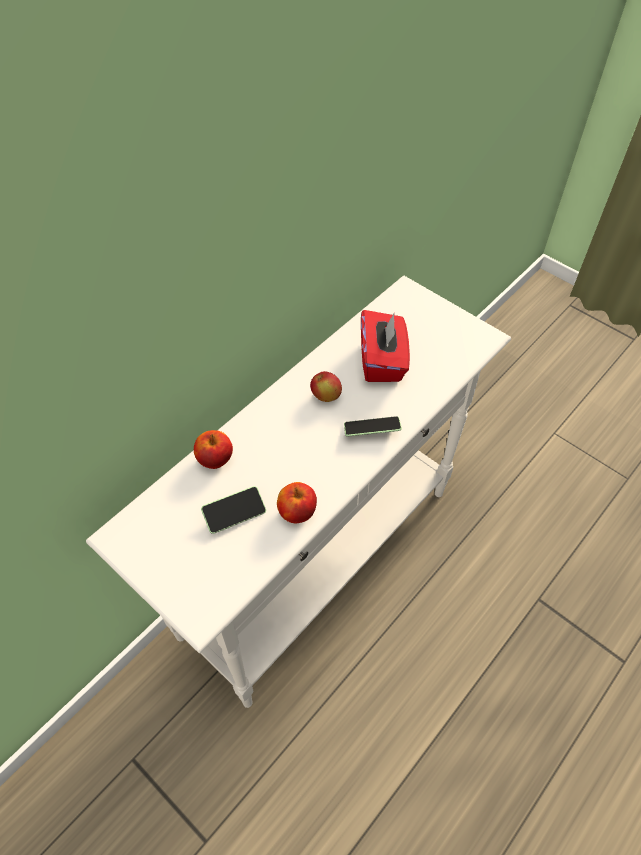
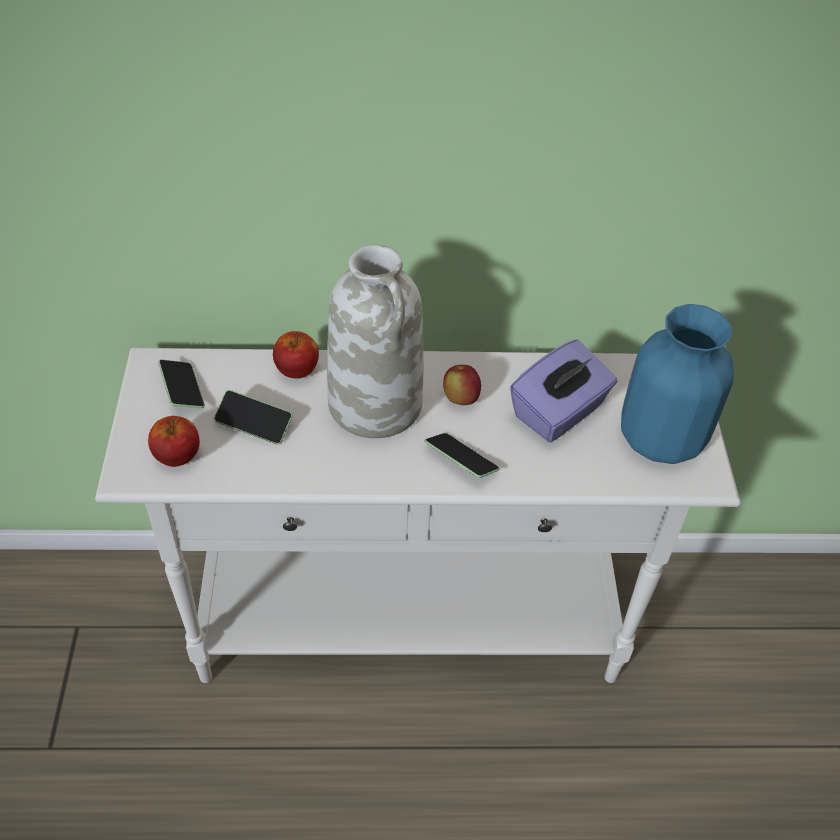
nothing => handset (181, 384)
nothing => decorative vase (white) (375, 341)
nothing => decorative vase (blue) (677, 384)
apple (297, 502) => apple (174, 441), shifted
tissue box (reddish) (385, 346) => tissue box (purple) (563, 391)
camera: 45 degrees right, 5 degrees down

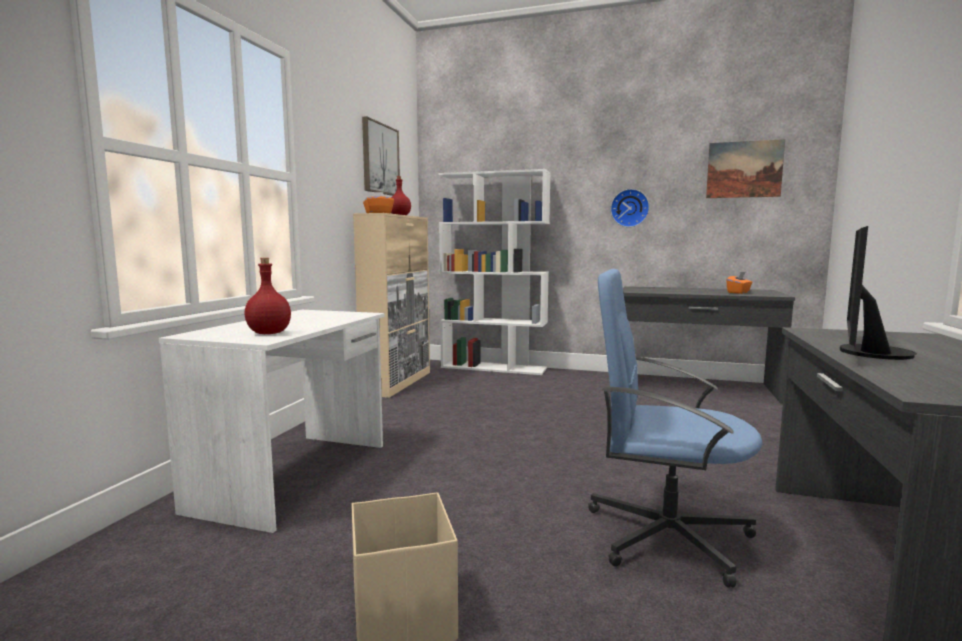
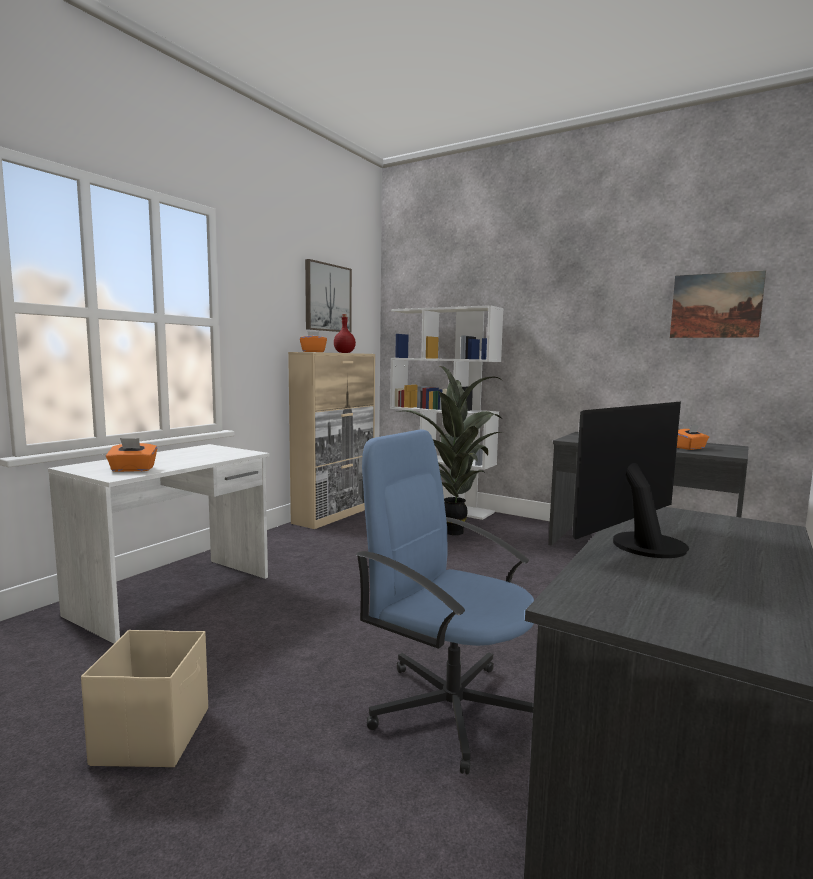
wall clock (630, 208) => nothing
nothing => houseplant (451, 450)
bottle (reddish) (267, 296) => tissue box (orange) (131, 455)
camera: 15 degrees right, 0 degrees up

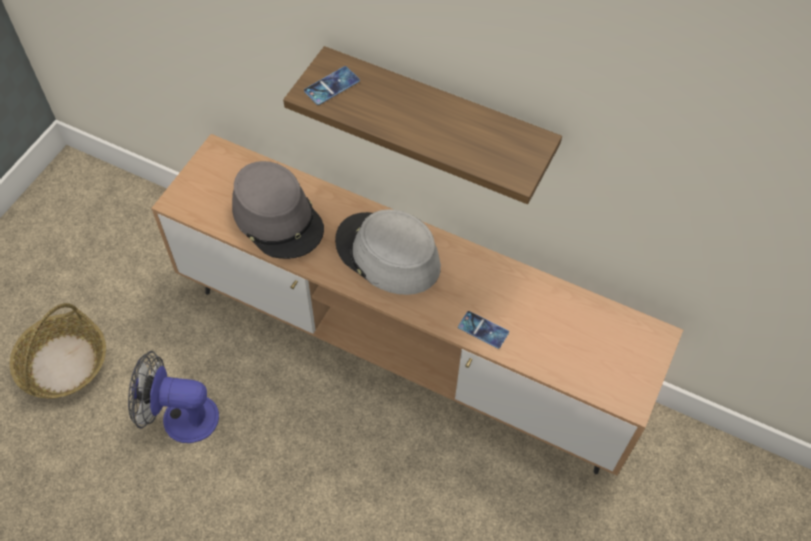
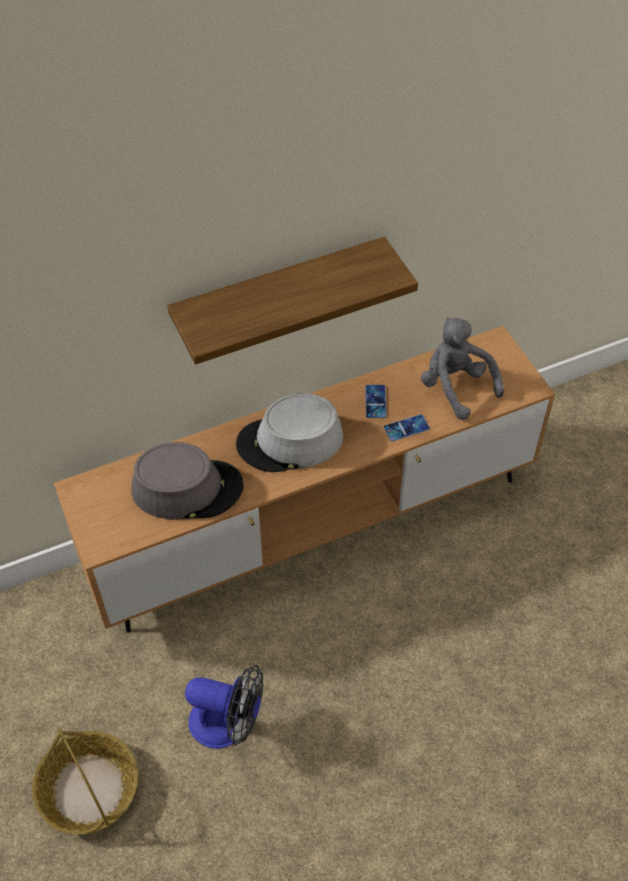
nothing => plush toy (greyish) (462, 368)
handset (332, 85) => handset (375, 401), shifted
fan (173, 397) => fan (224, 707), 120 degrees counterclockwise
camera: 50 degrees left, 5 degrees down

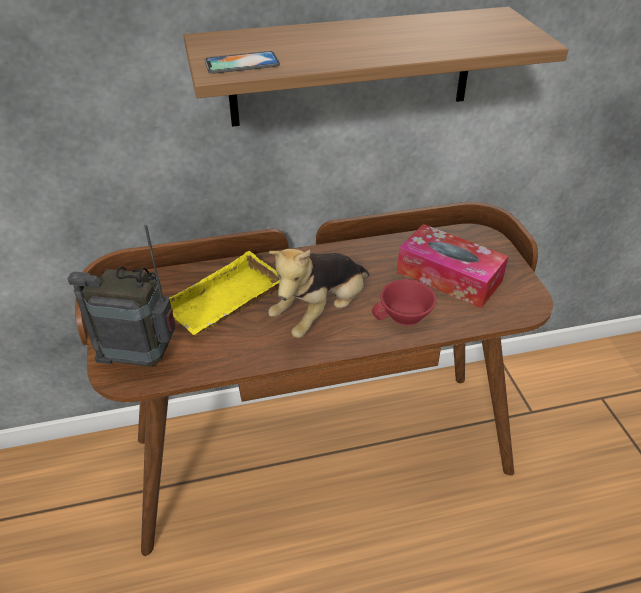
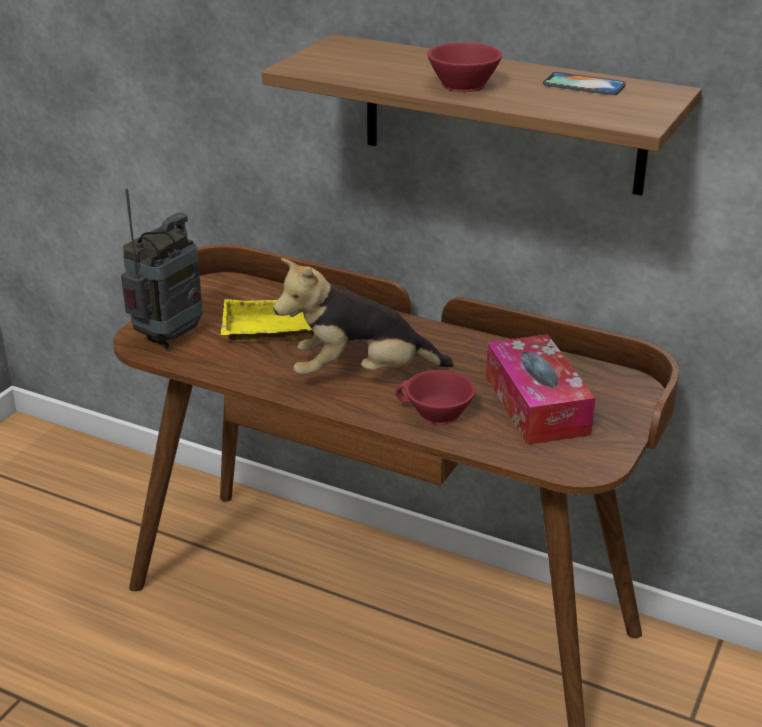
nothing => small cup (reddish) (464, 67)
handset (242, 62) => handset (584, 83), shifted
radio set (121, 296) => radio set (162, 268), 75 degrees clockwise
camera: 40 degrees right, 10 degrees down

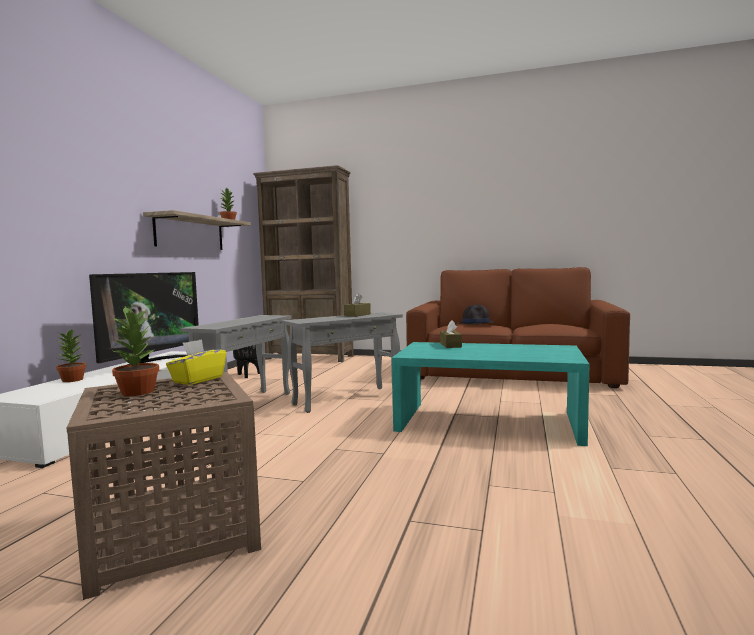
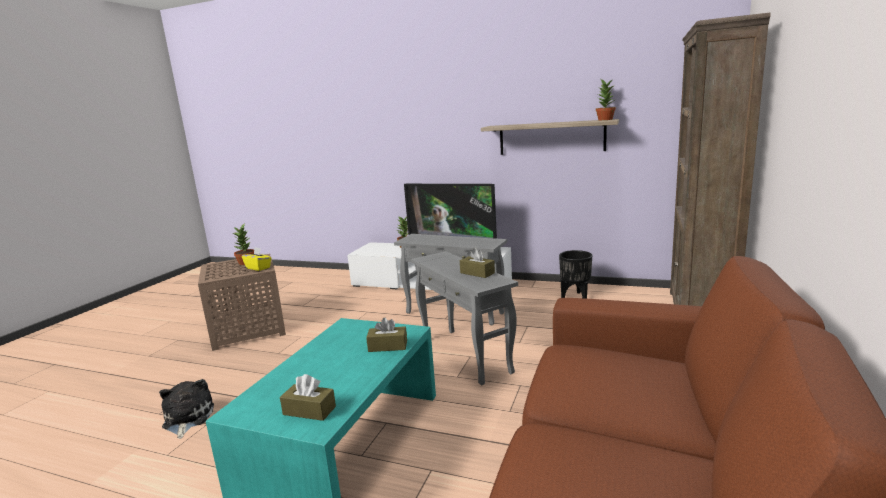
clothing hat (blackish) (476, 314) => nothing
nothing => plush toy (186, 409)
nothing => tissue box (brown) (308, 397)
camera: 95 degrees right, 10 degrees up

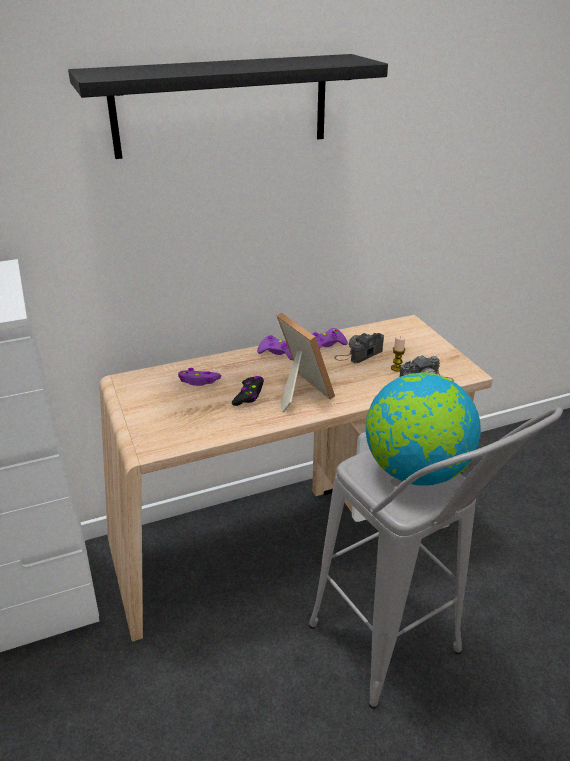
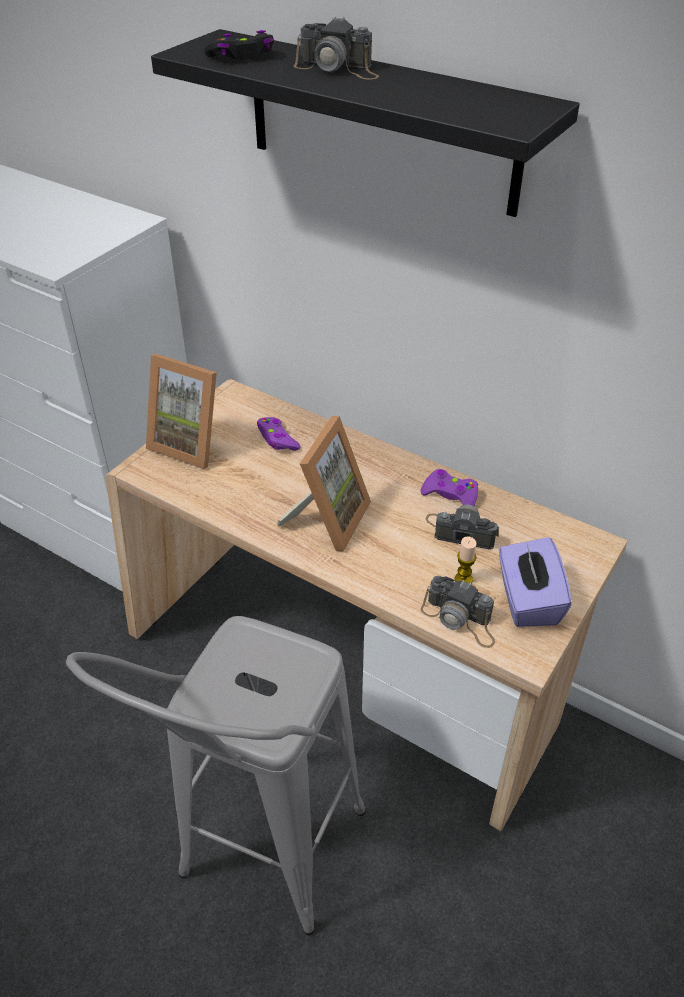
joypad (purple) (275, 347) => nothing
desk globe (423, 429) => nothing
nothing => photo frame (181, 411)
nothing => photo camera (336, 47)
nothing => tissue box (purple) (535, 582)
joypad (blackish) (248, 391) => joypad (blackish) (239, 45), shifted
camera: 55 degrees right, 10 degrees up

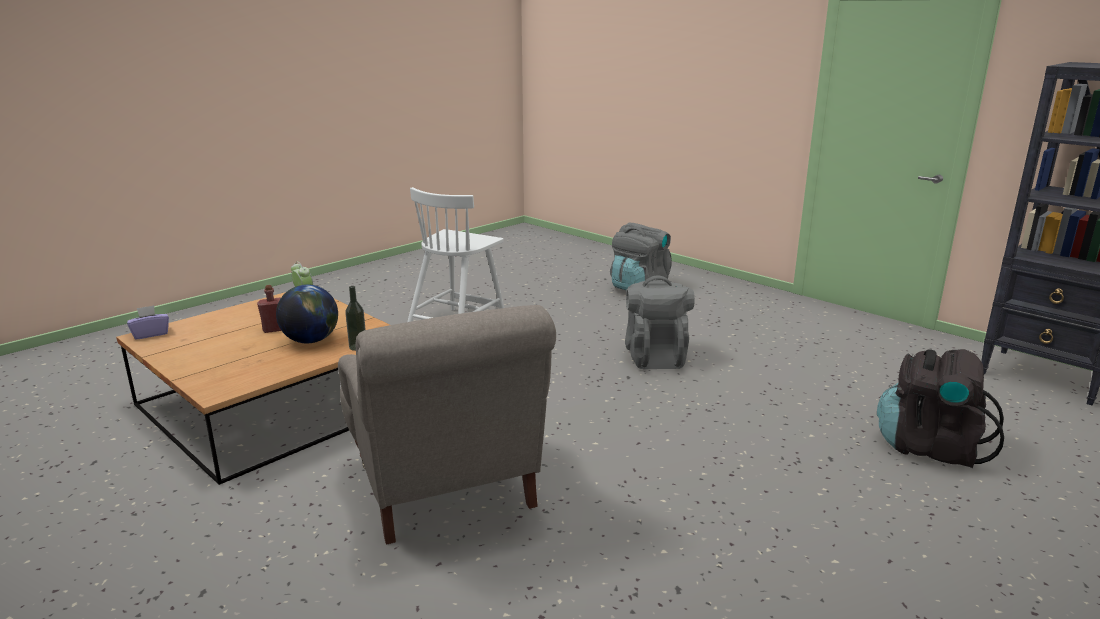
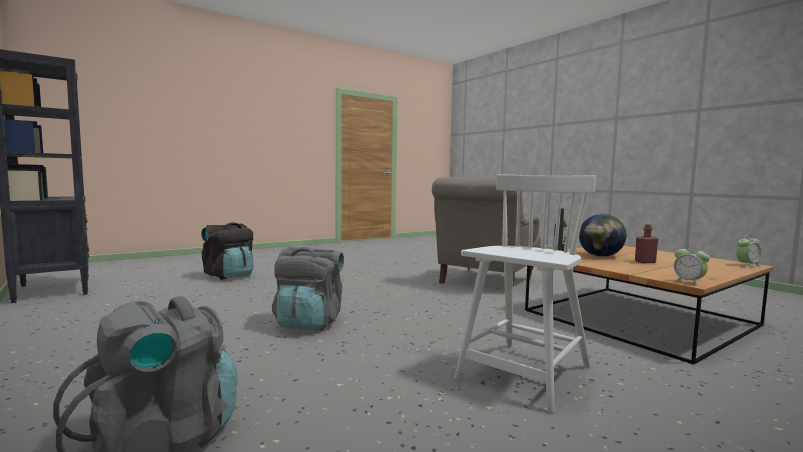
tissue box (purple) (148, 322) => alarm clock (748, 251)
armchair (greyish) (447, 425) => armchair (greyish) (486, 230), 135 degrees counterclockwise
camera: 170 degrees left, 15 degrees down

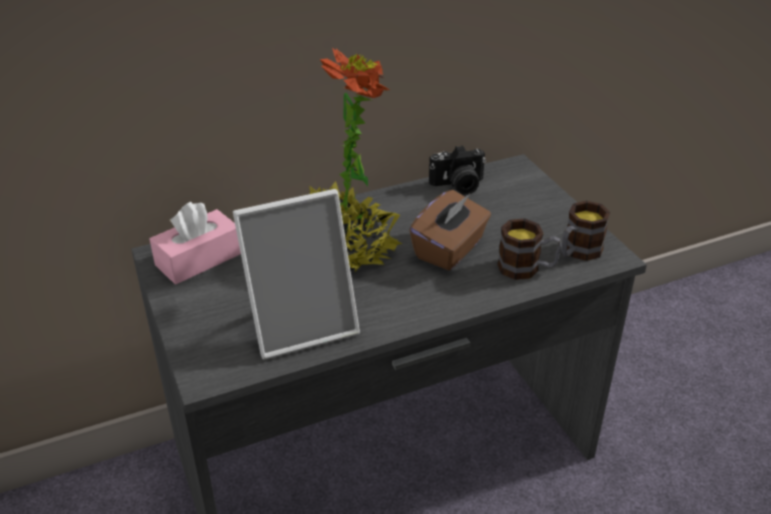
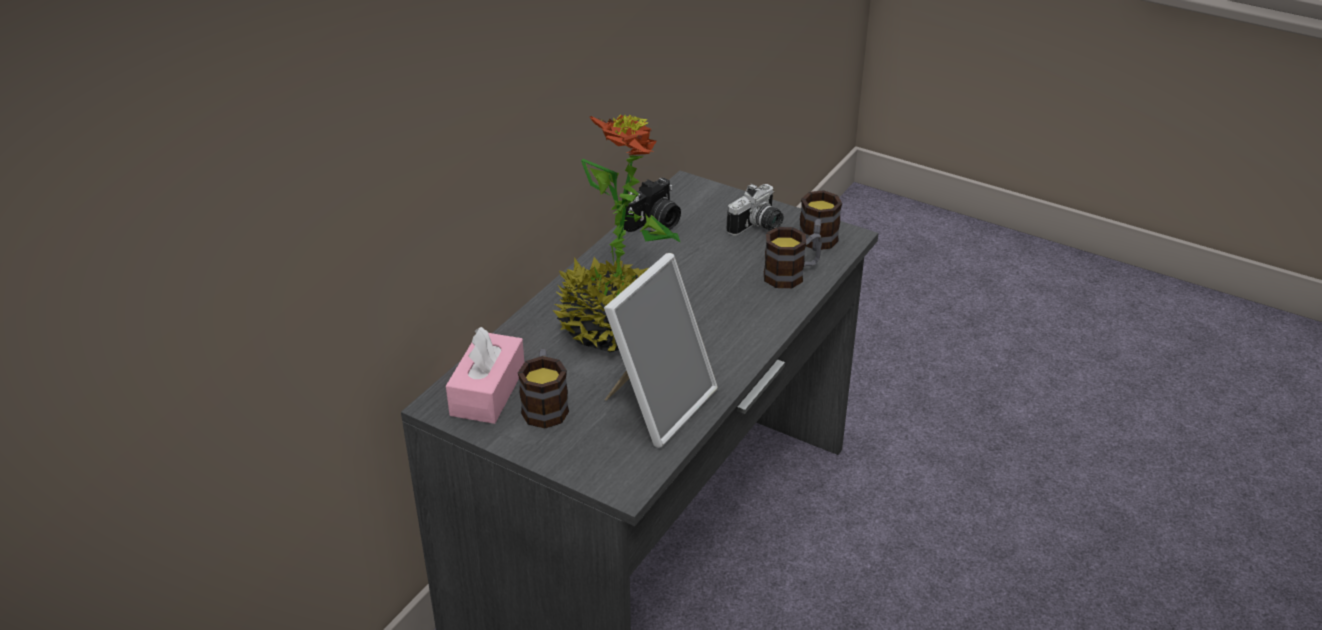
tissue box (brown) (450, 230) => nothing
nothing => coffee mug (543, 389)
nothing => photo camera (755, 210)
camera: 35 degrees left, 0 degrees up

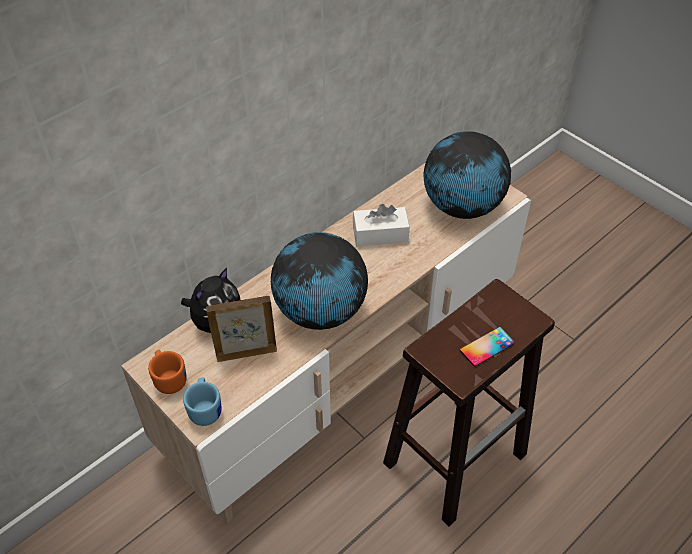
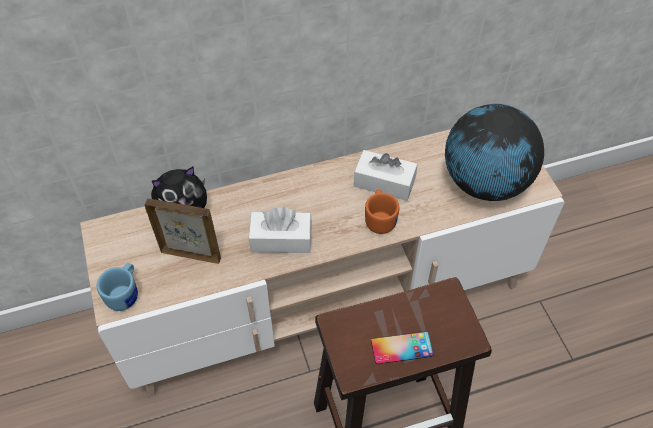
coffee mug (orange) (167, 372) => coffee mug (orange) (382, 212), shifted
desk globe (319, 281) => tissue box (white) (280, 230)
camera: 25 degrees right, 5 degrees up

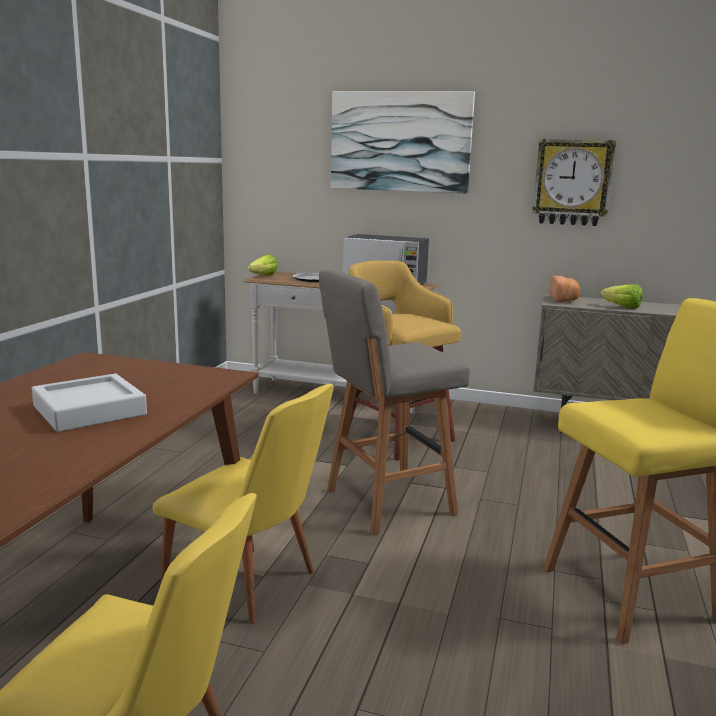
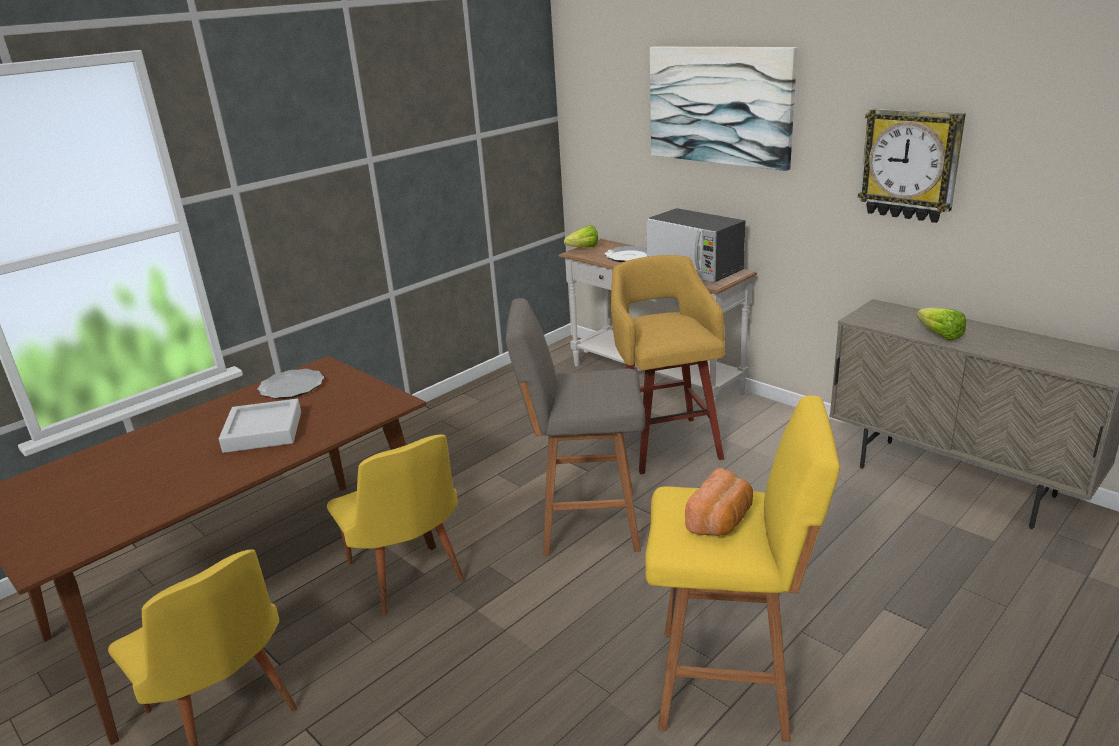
nothing => plate (290, 384)
baked bread (565, 289) => baked bread (719, 502), shifted
camera: 30 degrees right, 10 degrees up

